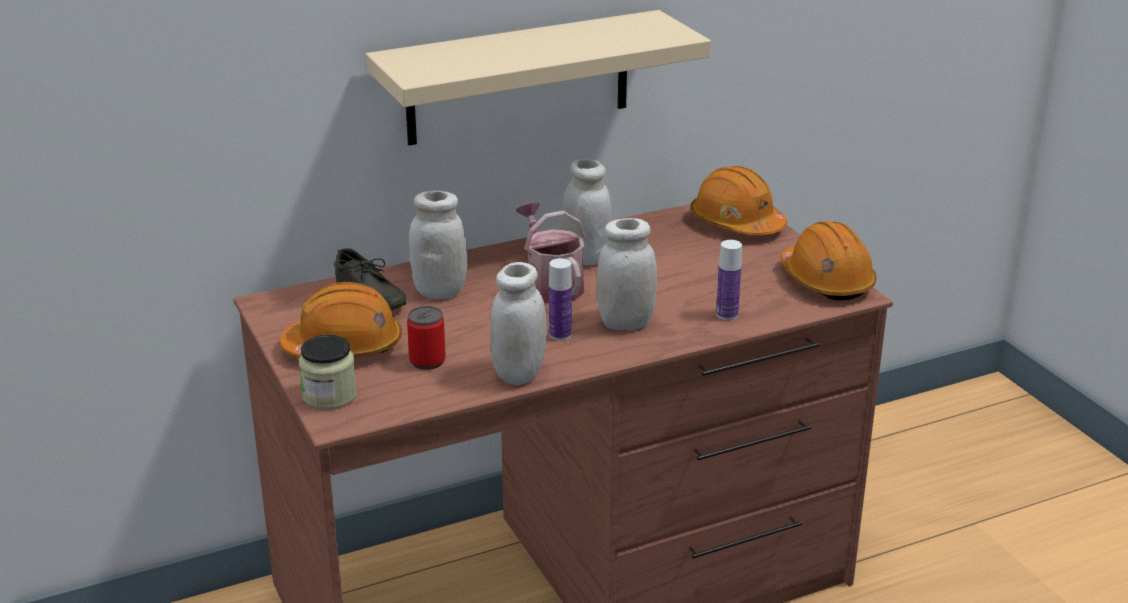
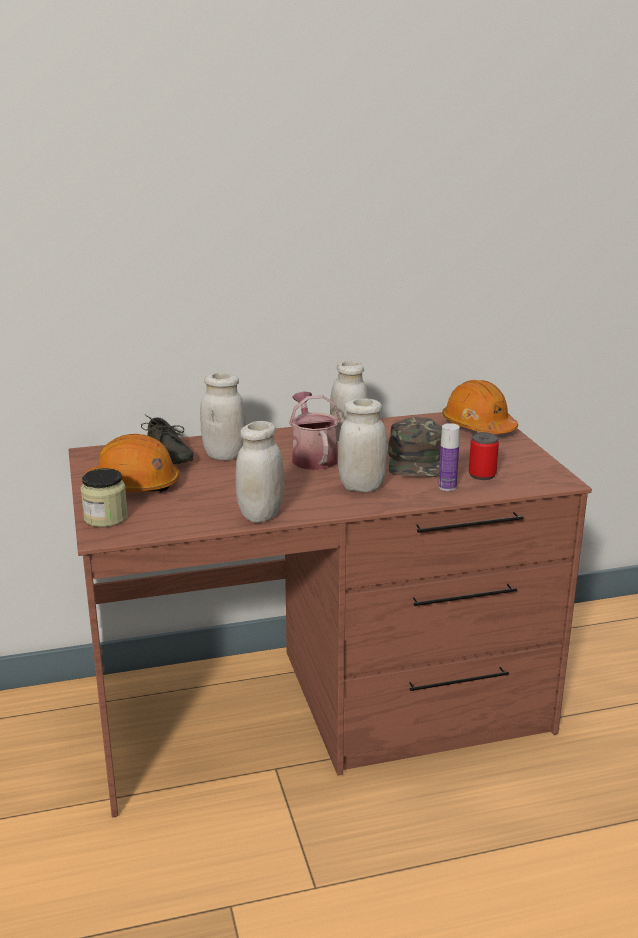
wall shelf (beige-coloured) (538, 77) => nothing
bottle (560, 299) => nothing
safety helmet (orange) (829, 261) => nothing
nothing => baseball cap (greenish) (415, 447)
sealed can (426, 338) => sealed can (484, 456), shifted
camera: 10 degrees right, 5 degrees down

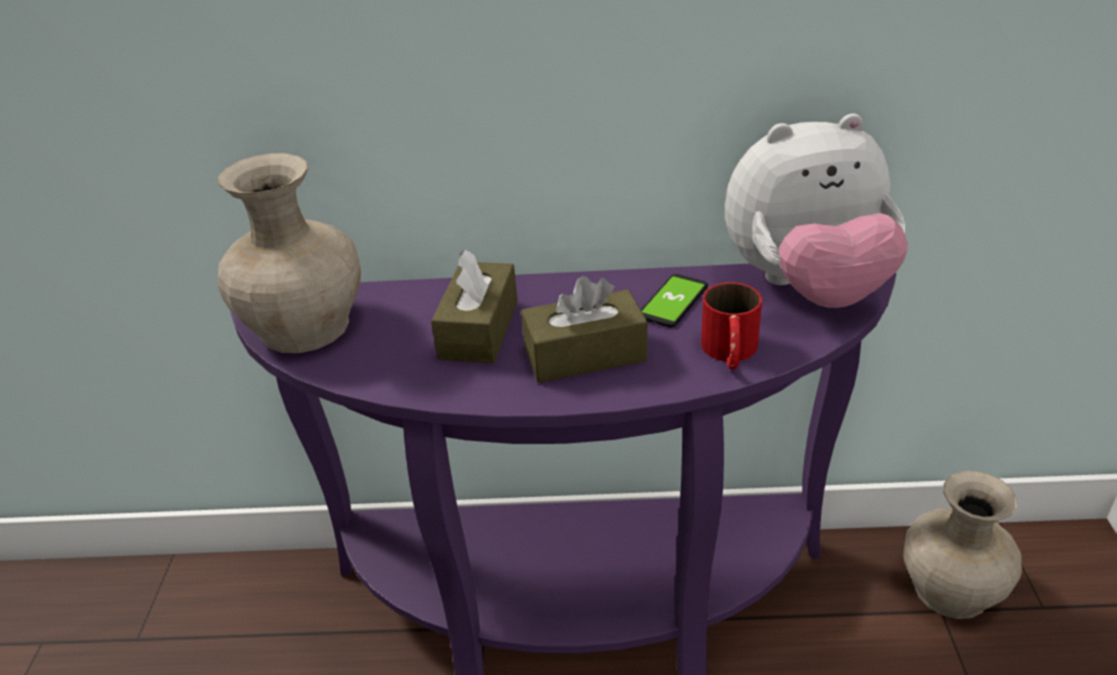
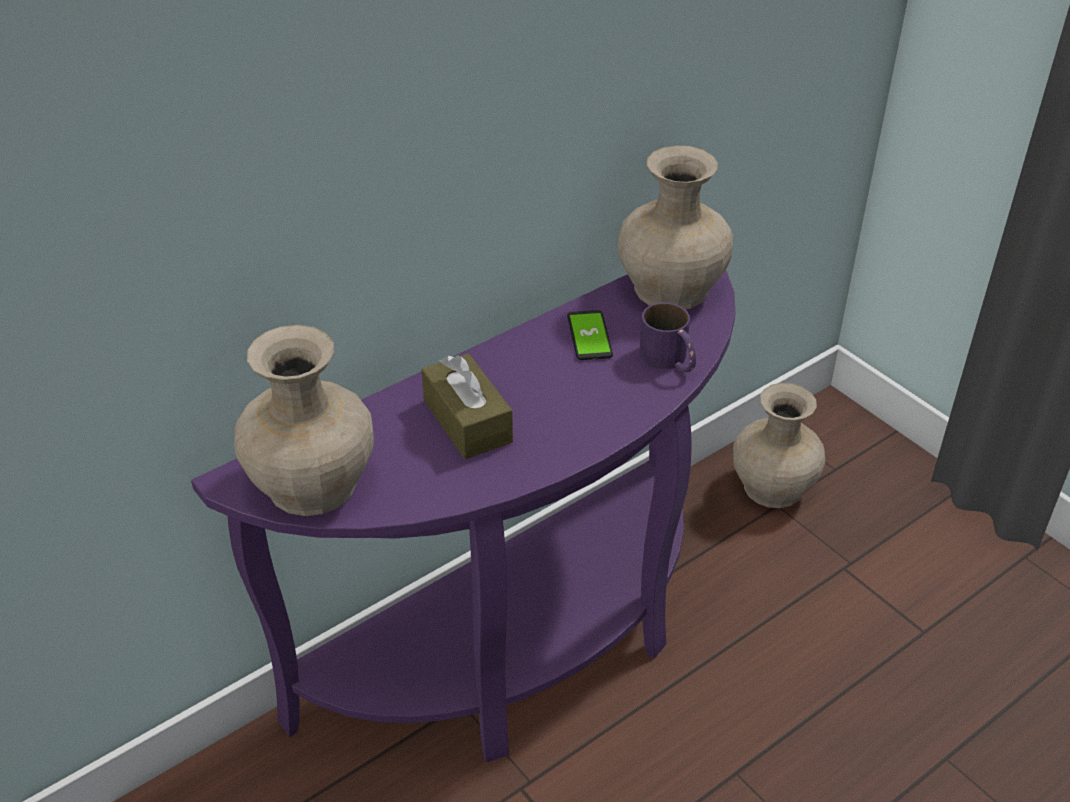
tissue box (brown) (584, 329) => nothing
plush toy (816, 211) => decorative vase (beige-coloured) (675, 227)
coffee mug (reddish) (731, 326) => coffee mug (purple) (667, 337)
camera: 40 degrees left, 5 degrees up

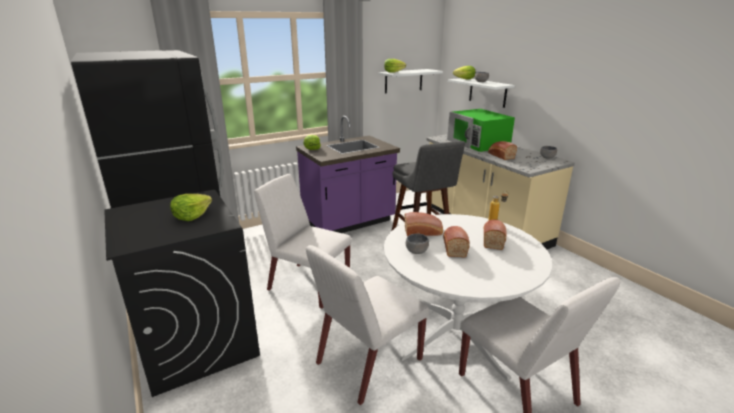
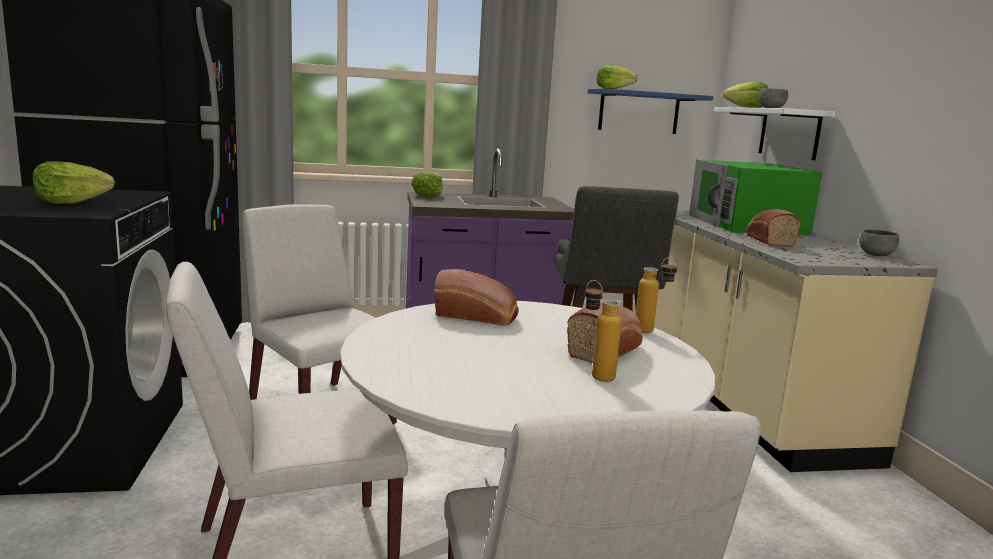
bowl (greyish) (417, 243) => nothing
baked bread (456, 242) => nothing
nothing => bottle (603, 331)
wall shelf (white) (411, 81) => wall shelf (blue) (650, 111)
camera: 20 degrees right, 10 degrees down

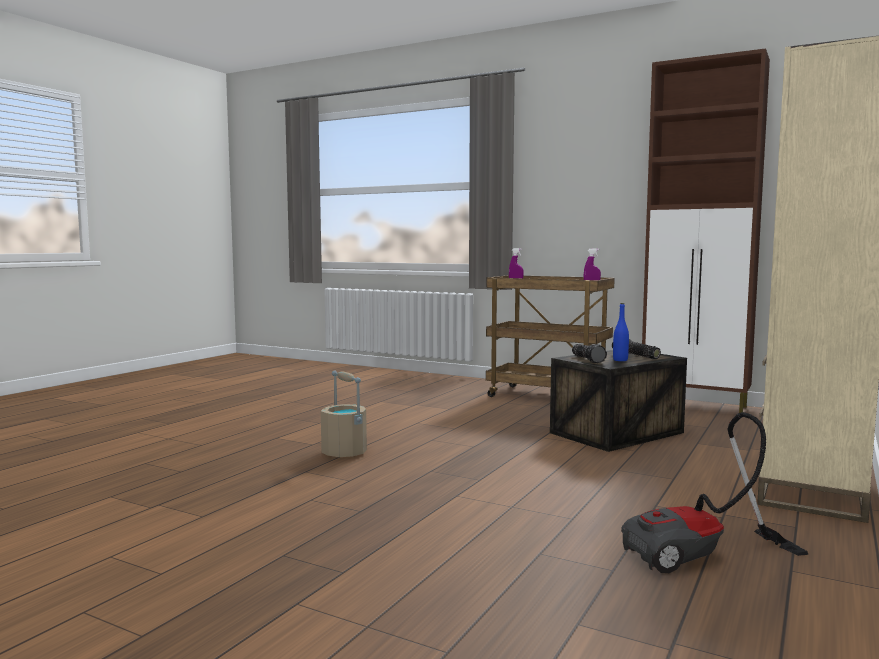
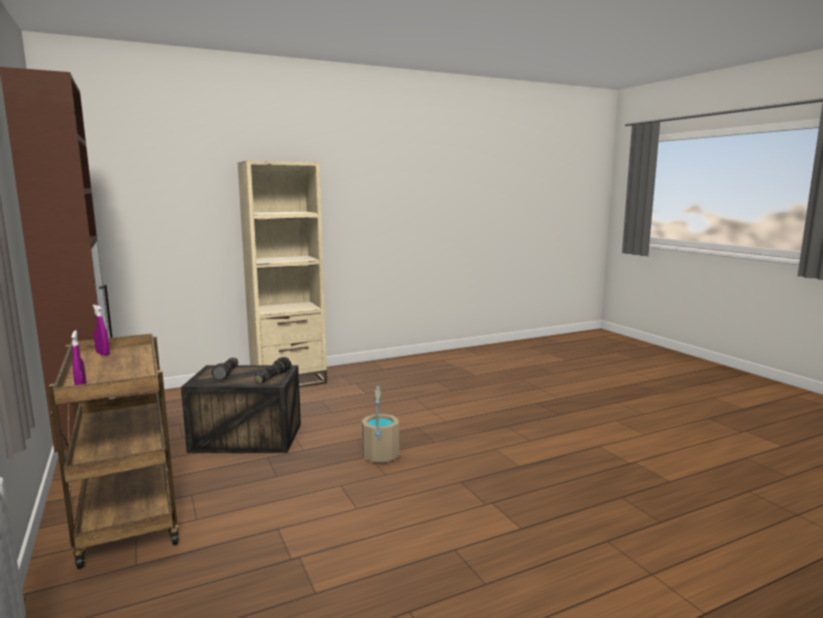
bottle (blue) (621, 332) => nothing
hoover (714, 492) => nothing
water bucket (beige-coloured) (344, 413) => water bucket (beige-coloured) (380, 424), shifted
camera: 145 degrees left, 5 degrees up

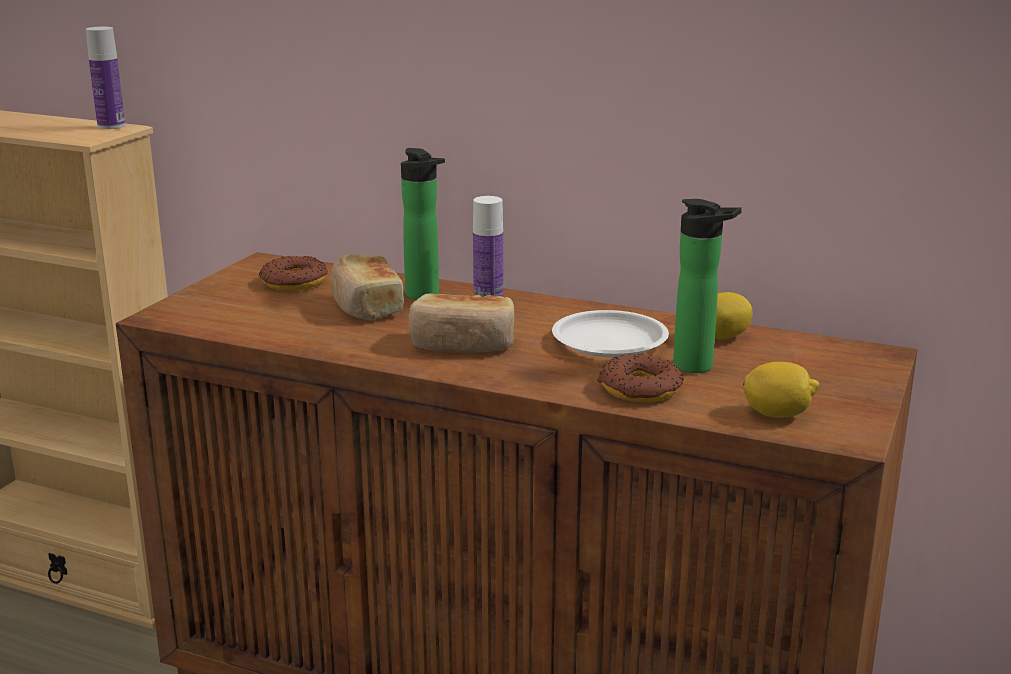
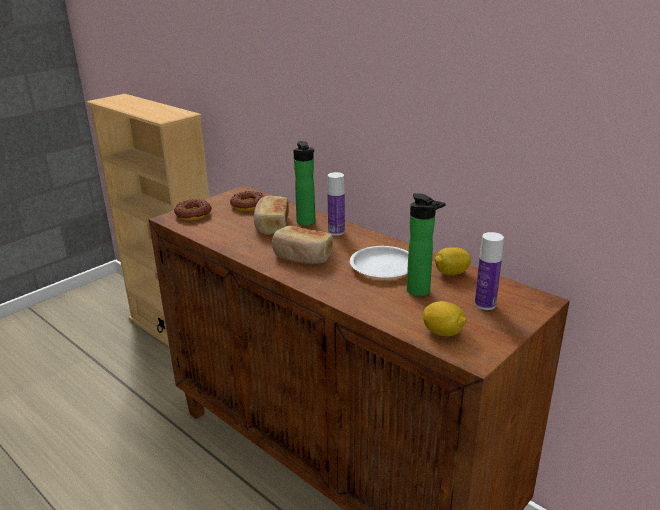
bottle (105, 78) => bottle (489, 271), shifted
ring doughnut (640, 378) => ring doughnut (193, 209), shifted
camera: 20 degrees right, 5 degrees up

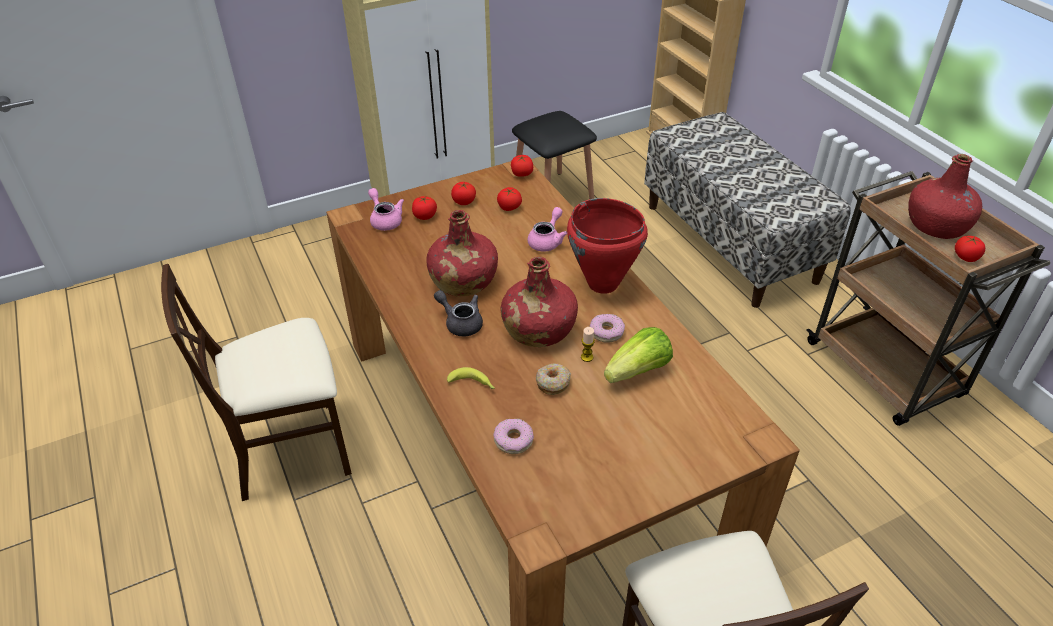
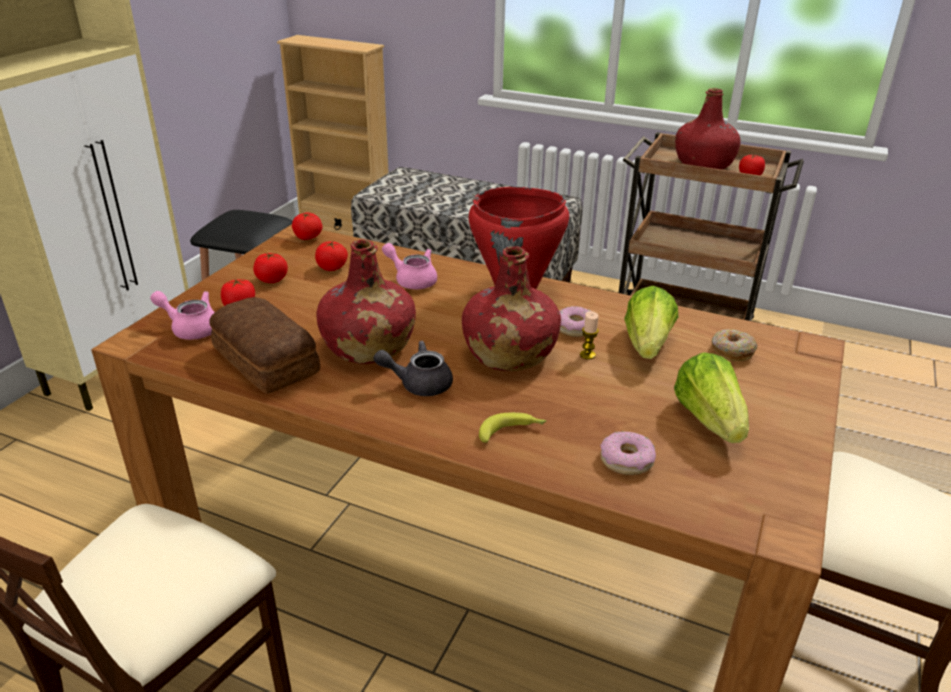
nothing => baked bread (264, 345)
nothing => head of lettuce (711, 397)
ring doughnut (553, 379) => ring doughnut (735, 345), shifted
teapot (pink) (547, 229) => teapot (pink) (409, 266), 45 degrees counterclockwise
camera: 40 degrees left, 10 degrees down

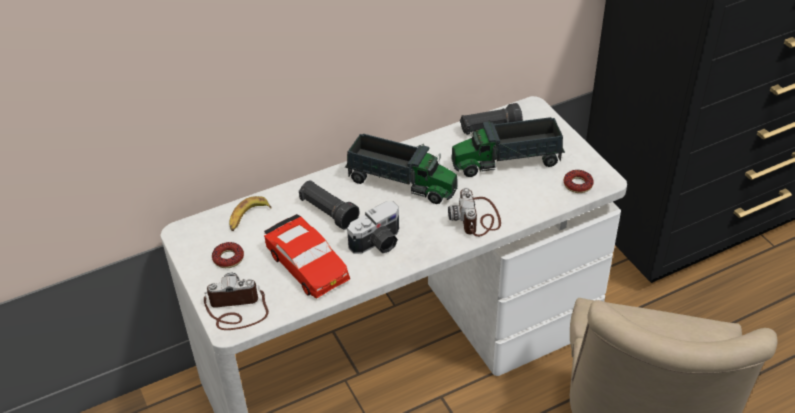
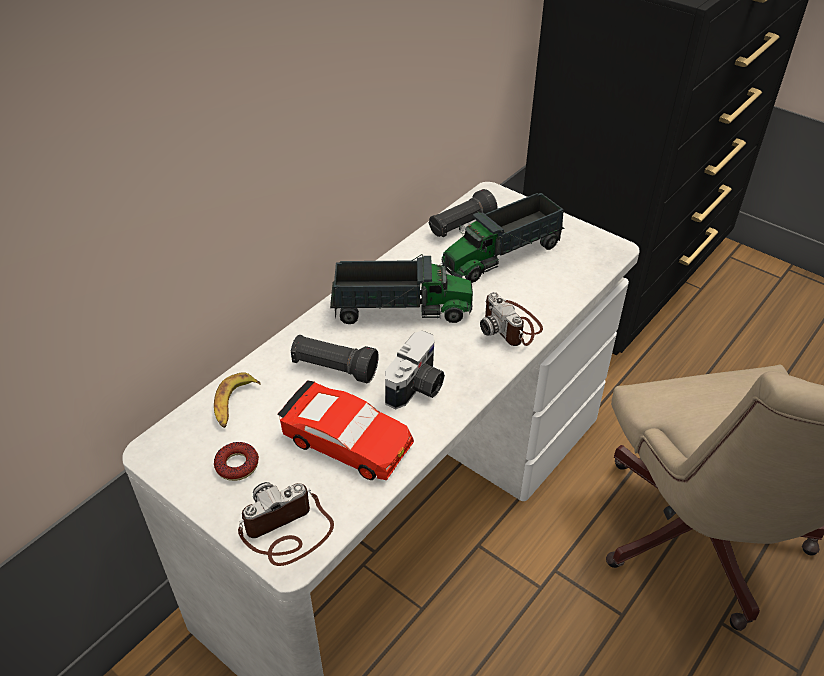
ring doughnut (578, 181) => nothing
camera: 25 degrees left, 0 degrees up

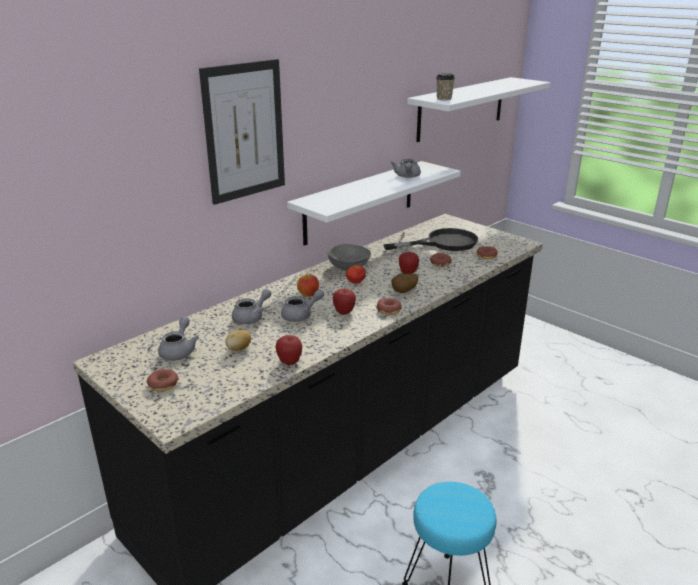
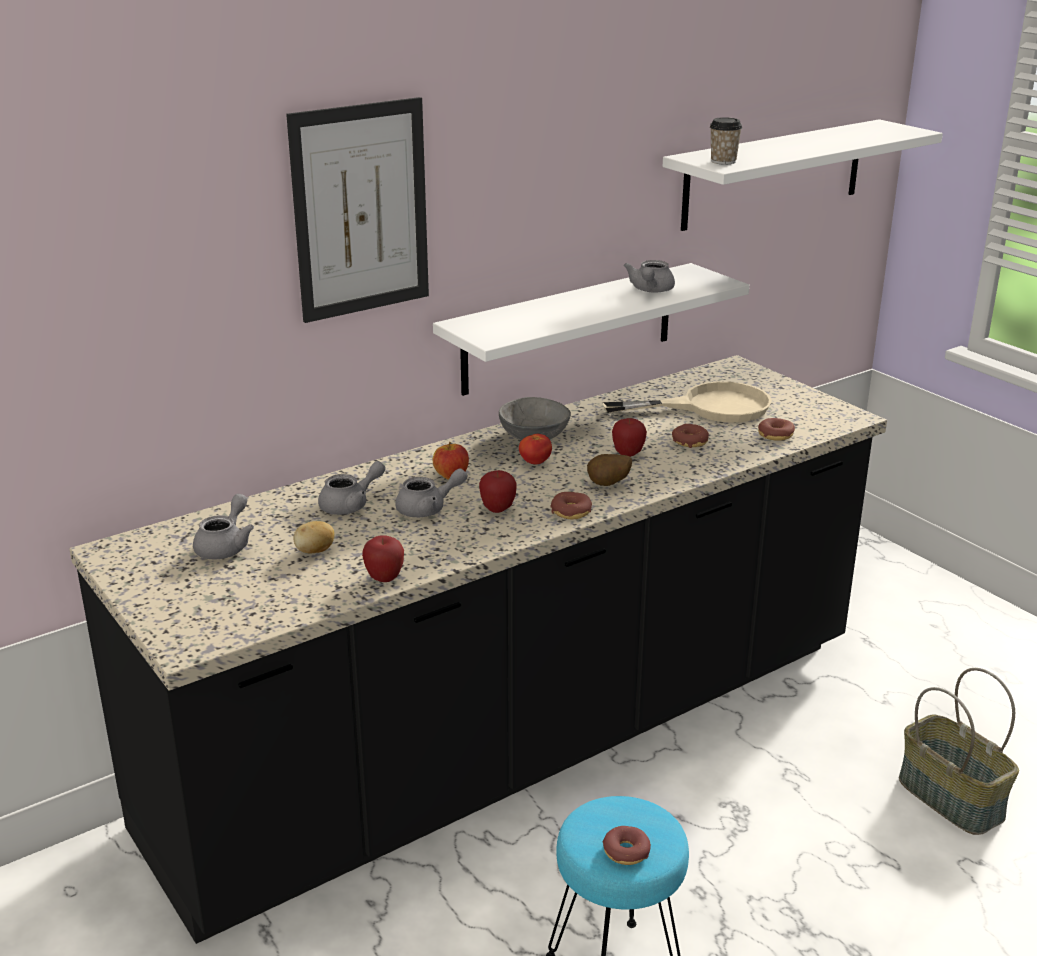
nothing => household basket (959, 751)
ring doughnut (163, 380) => ring doughnut (627, 845), shifted
frying pan (blackish) (430, 239) => frying pan (beige-coloured) (687, 402)
camera: 10 degrees right, 0 degrees up

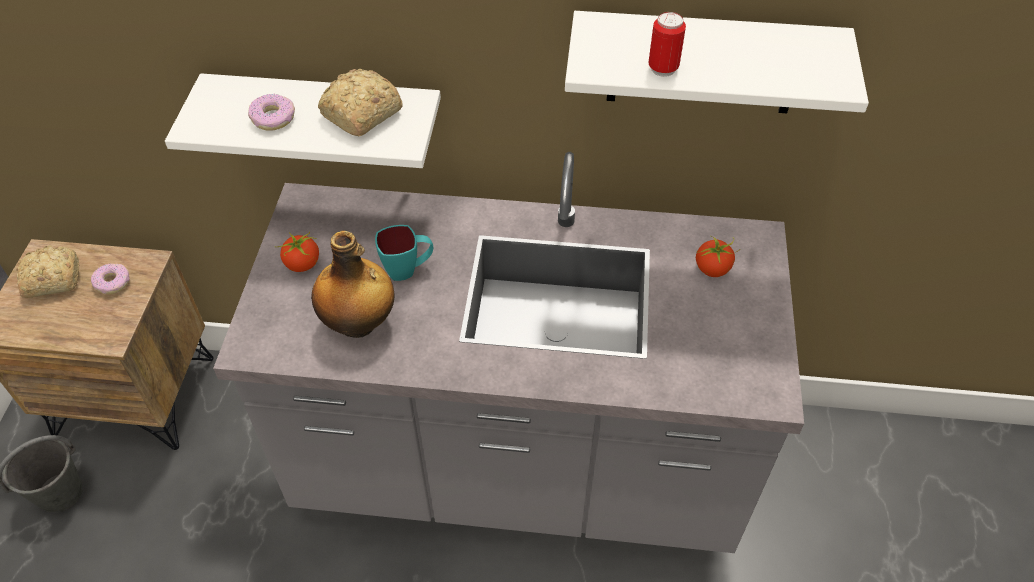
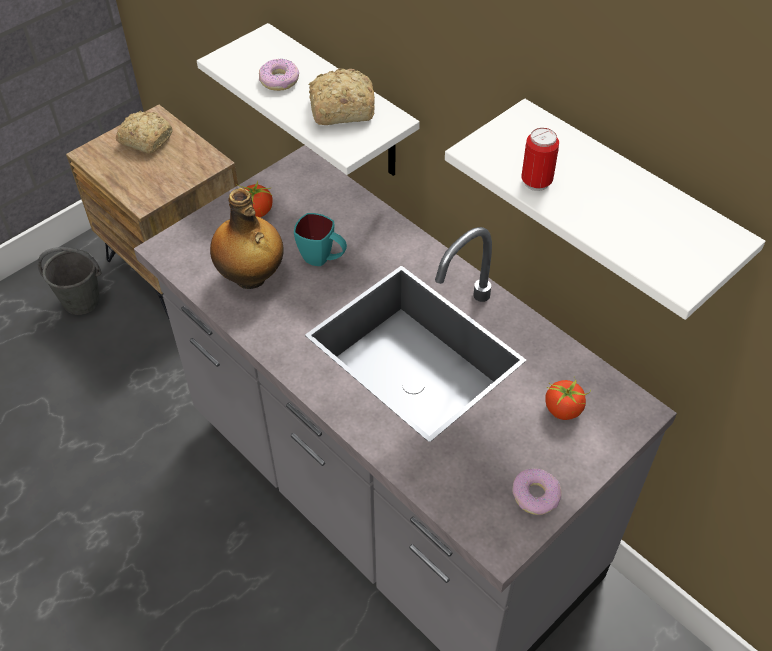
ring doughnut (110, 279) => ring doughnut (537, 492), shifted
camera: 40 degrees right, 0 degrees up

